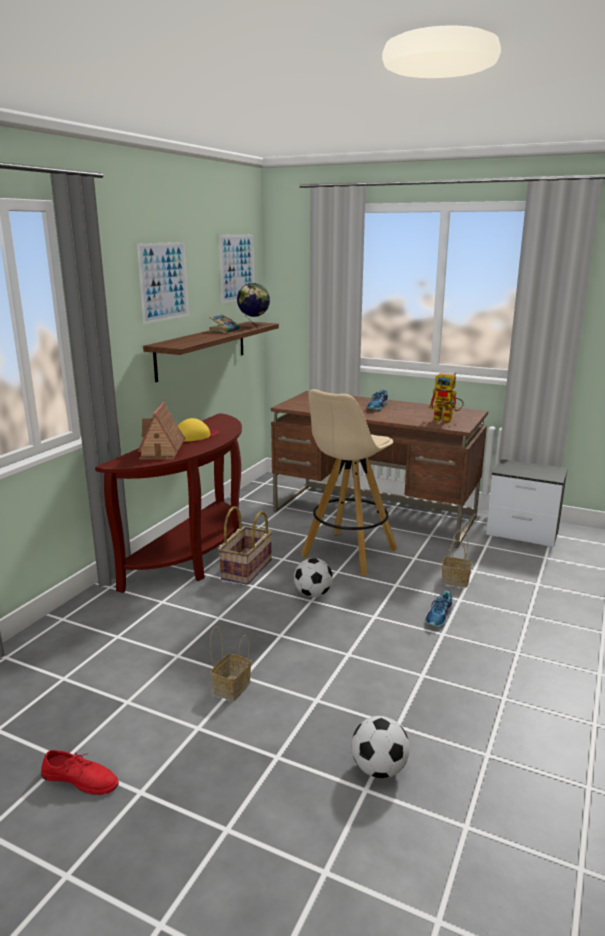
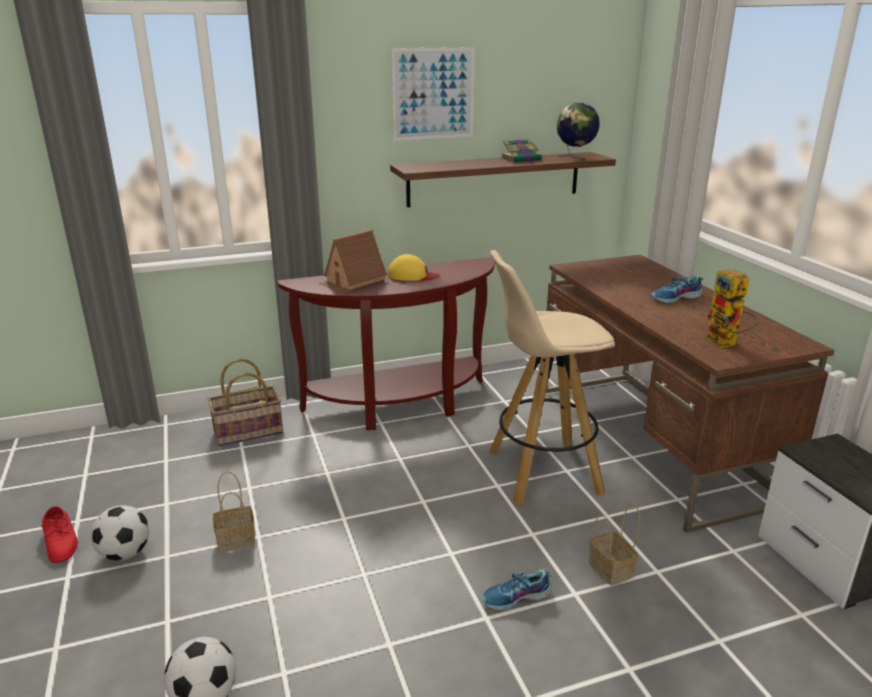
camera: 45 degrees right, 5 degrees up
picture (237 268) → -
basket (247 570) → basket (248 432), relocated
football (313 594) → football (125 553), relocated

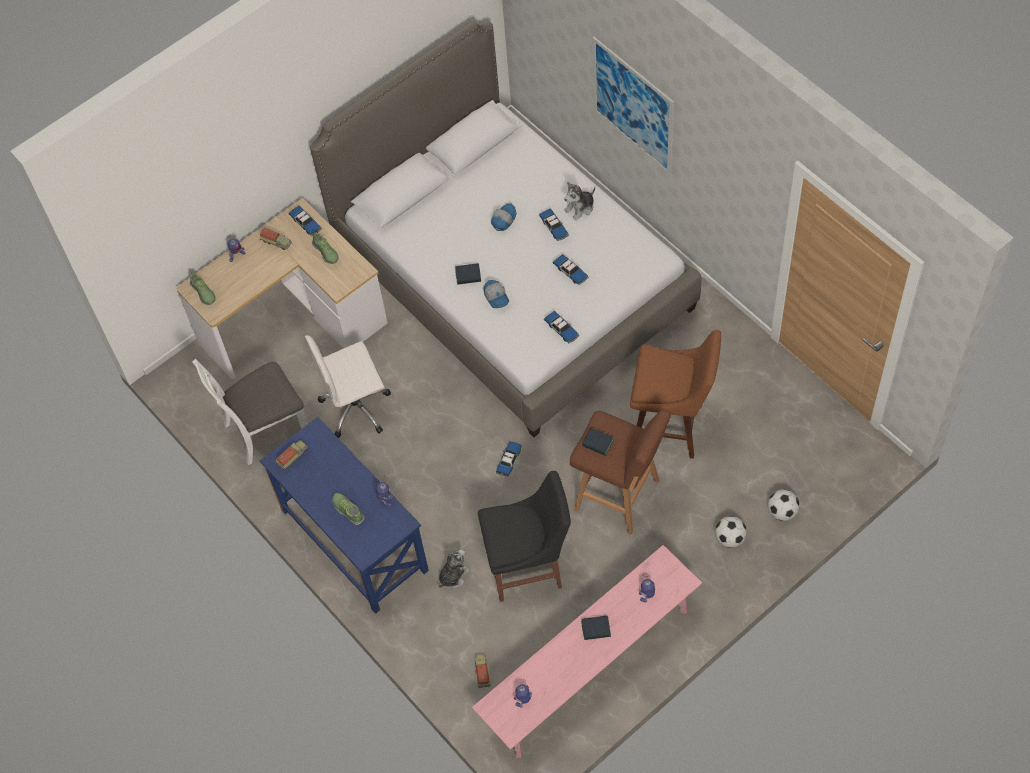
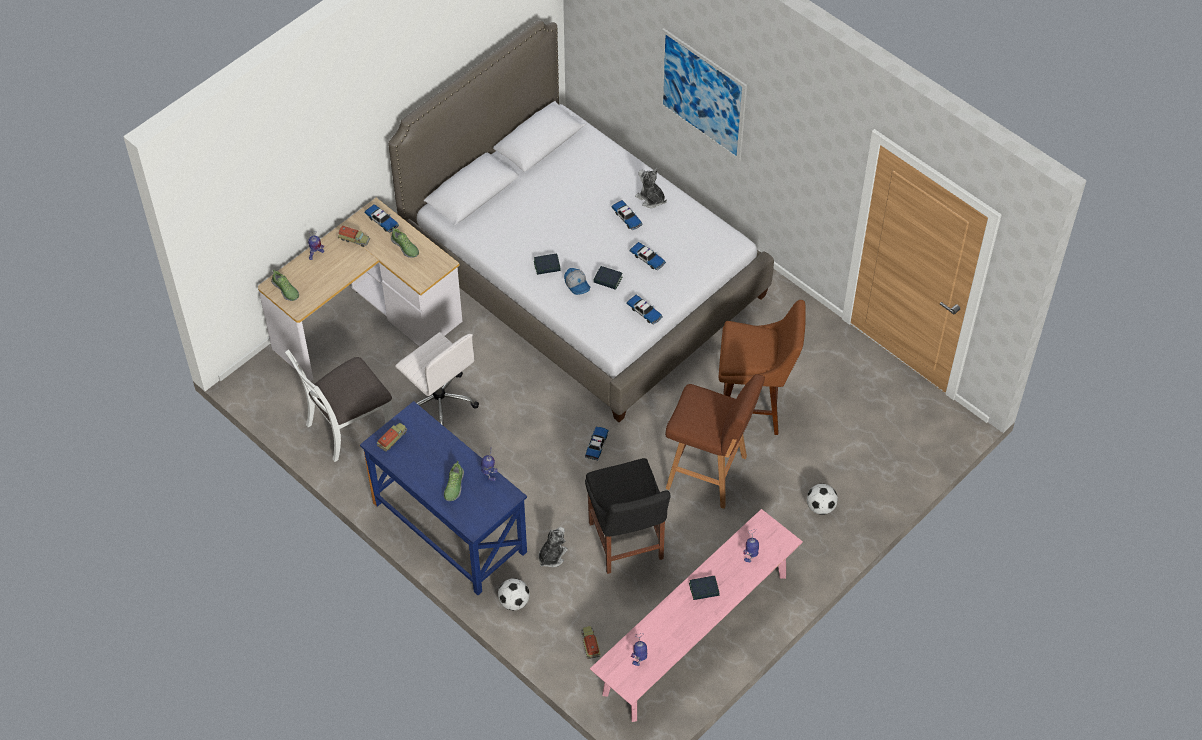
camera: 10 degrees left, 5 degrees down
plush toy (580 208) → plush toy (651 199), 90 degrees clockwise
cap (503 219) → -
office chair (white) (357 407) → office chair (white) (439 402), 105 degrees counterclockwise
book (598 443) → book (608 280), relocated
chair (black) (529 567) → chair (black) (626 544), 90 degrees clockwise
football (782 512) → football (514 602), relocated
shoe (348 510) → shoe (453 486), 120 degrees counterclockwise

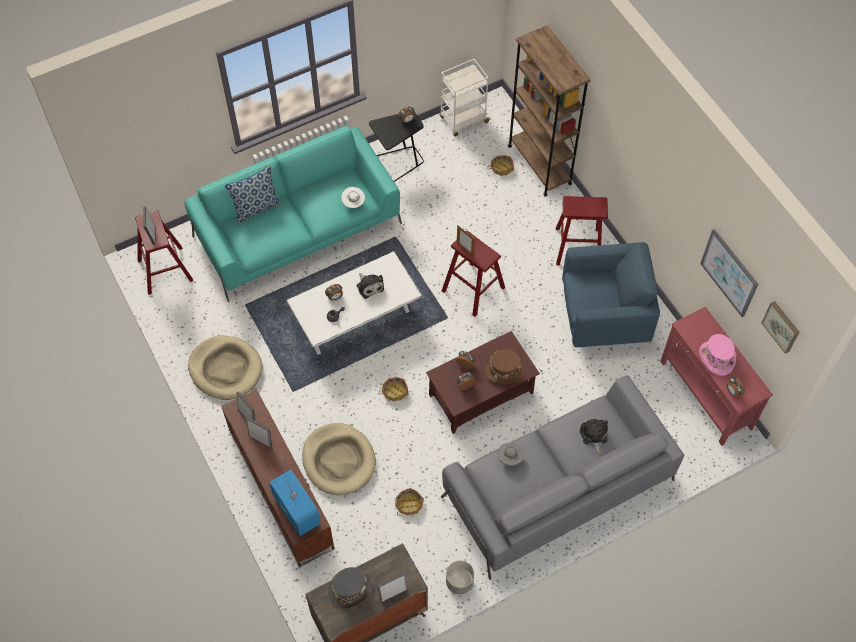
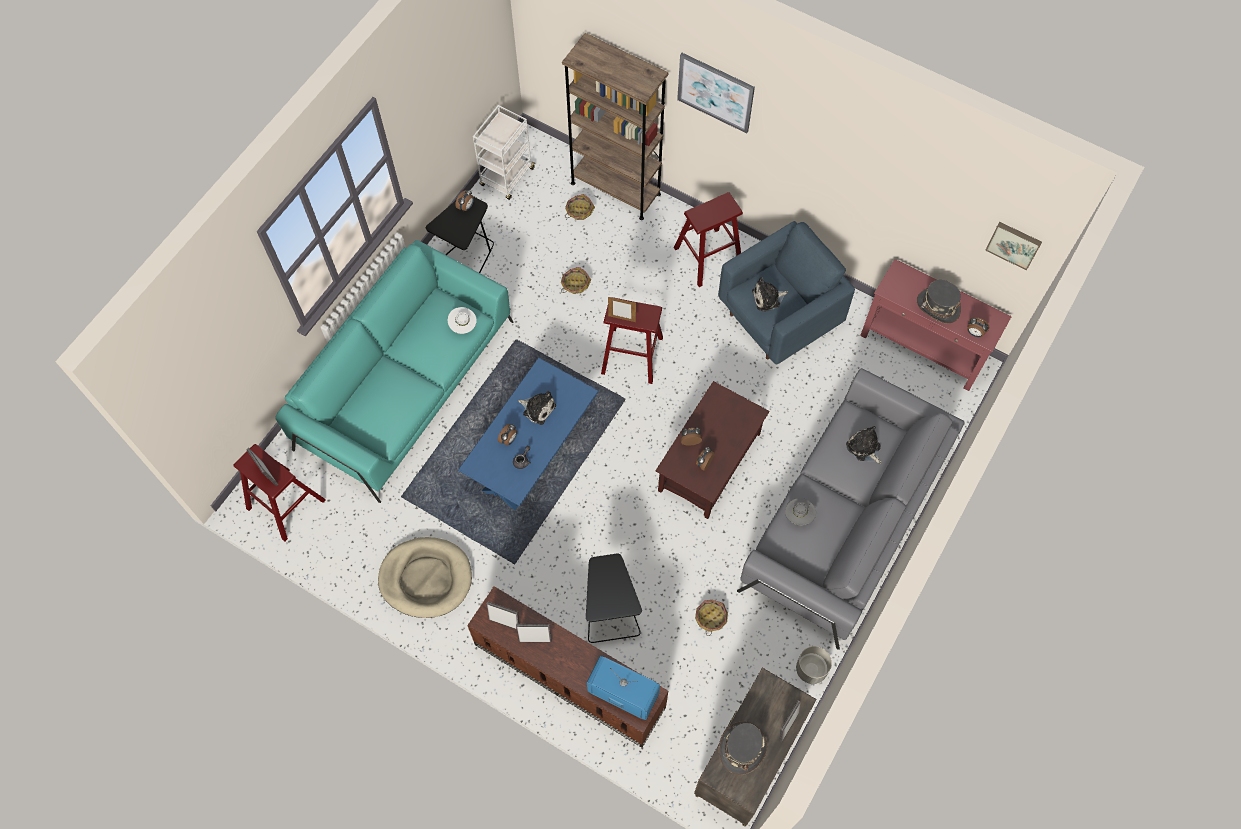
camera: 30 degrees left, 5 degrees up
pillow (256 208) → -
picture (729 273) → picture (715 92), relocated
coffee table (white) (356 320) → coffee table (blue) (532 451)
hat (pink) (716 358) → hat (grey) (938 306)
hat (brown) (504 371) → -
basket (394 391) → basket (575 284), relocated
dog bed (beige) (339 460) → side table (black) (610 611)
- → plush toy (768 298)

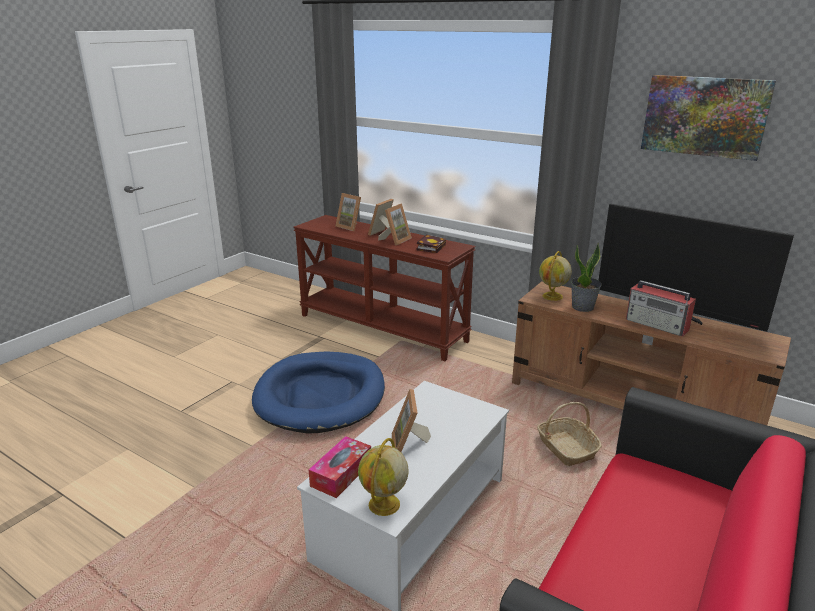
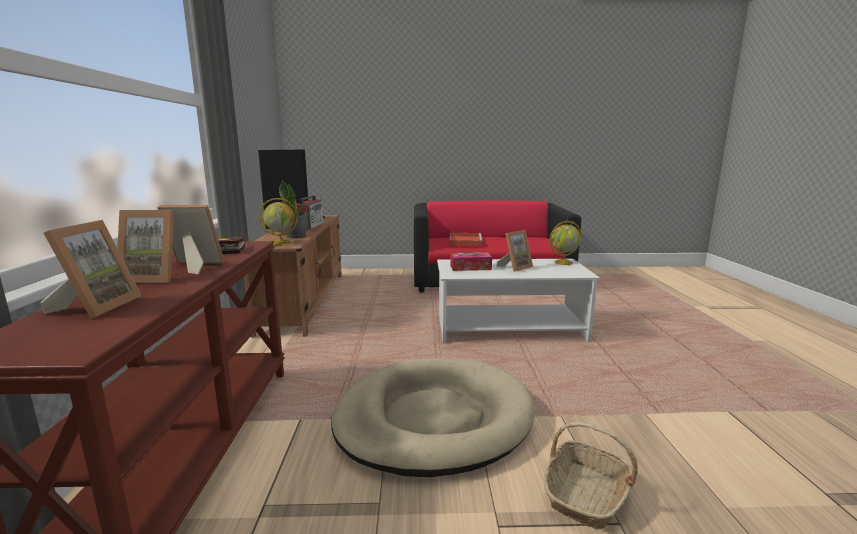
camera: 125 degrees left, 10 degrees down
picture (704 116) → -
dog bed (blue) (320 396) → dog bed (beige) (433 419)
basket (566 448) → basket (586 495), relocated
tissue box (341 474) → tissue box (470 267), relocated
- → tray (red) (464 241)

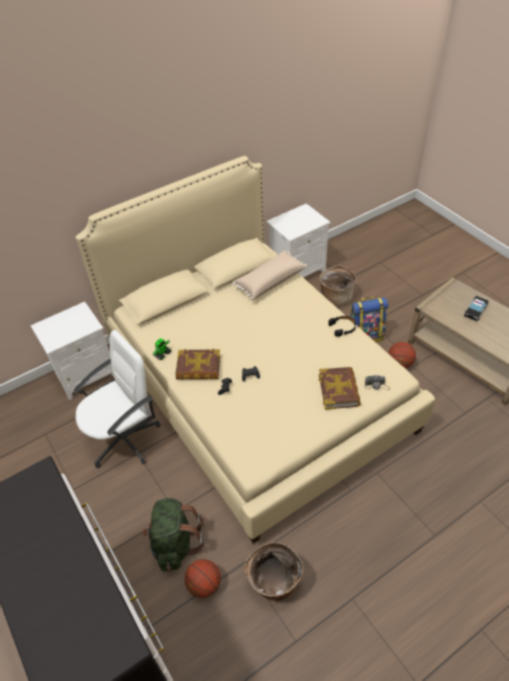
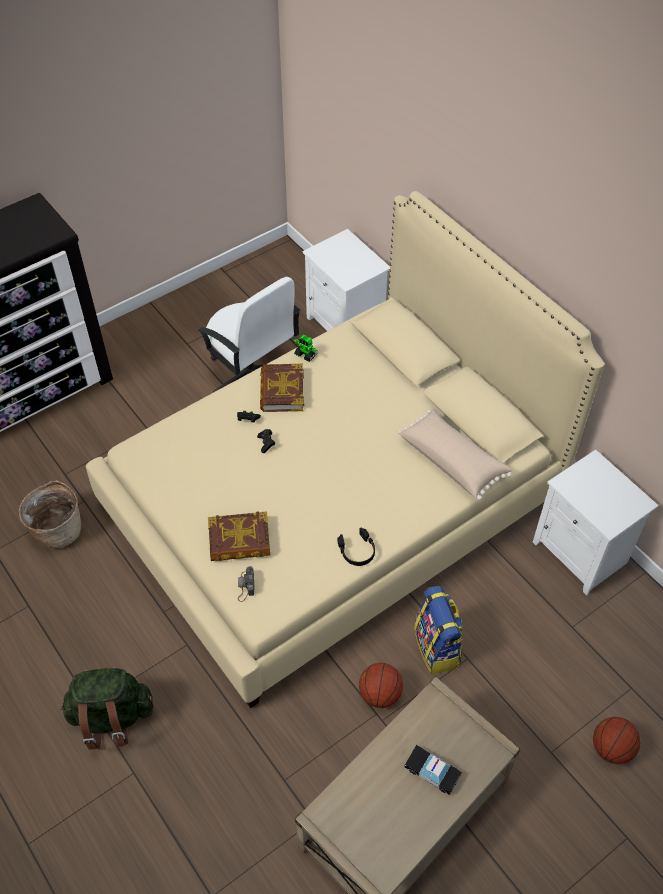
camera: 85 degrees right, 5 degrees up
basket (336 297) → -
backpack (green) (175 543) → backpack (green) (111 717), relocated
basketball (204 584) → basketball (611 748), relocated

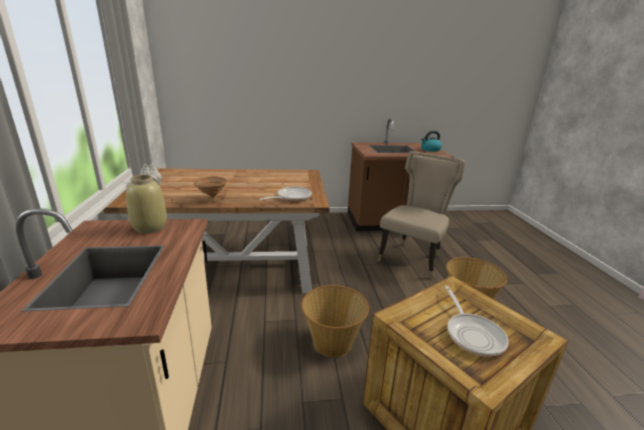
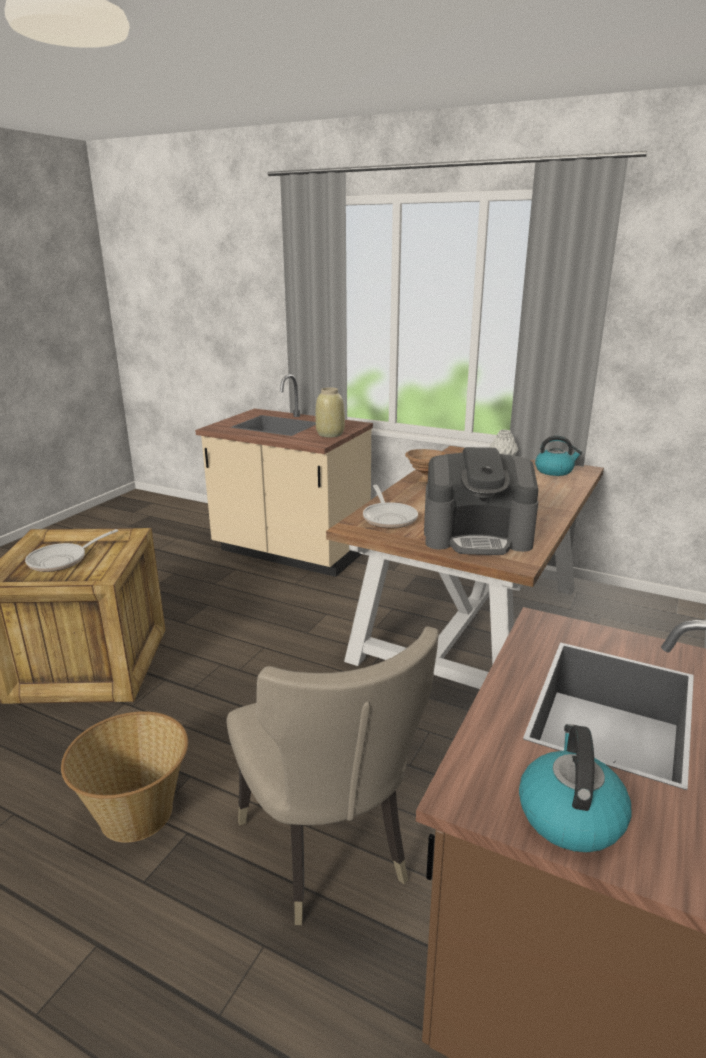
camera: 125 degrees right, 0 degrees up
basket (332 341) → -
frying pan (472 334) → frying pan (62 560), 75 degrees counterclockwise
- → kettle (554 471)
- → coffee machine (477 536)

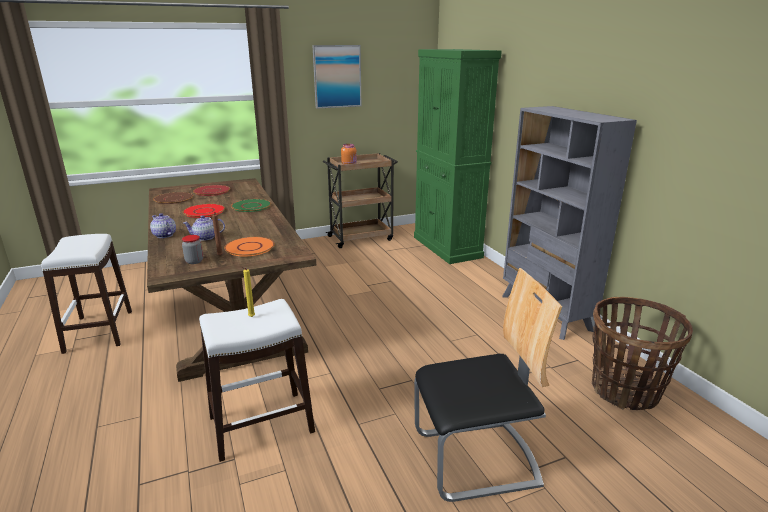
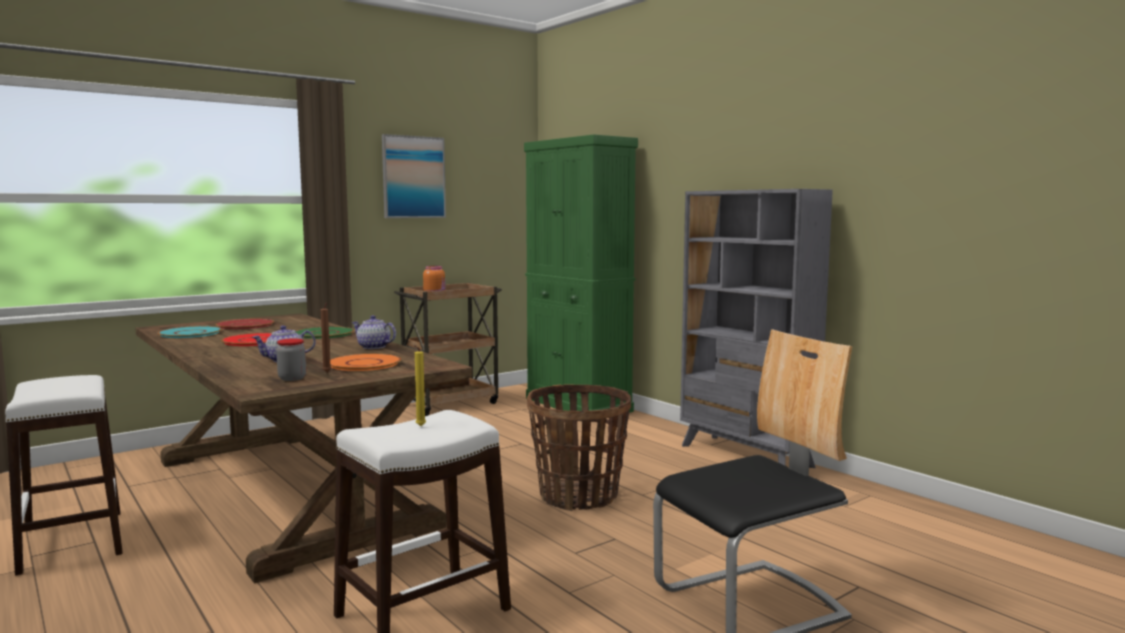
camera: 15 degrees left, 15 degrees down
plate (brown) (173 199) → plate (turquoise) (190 333)
teapot (164 235) → teapot (373 347), relocated
basket (625 390) → basket (579 496), relocated

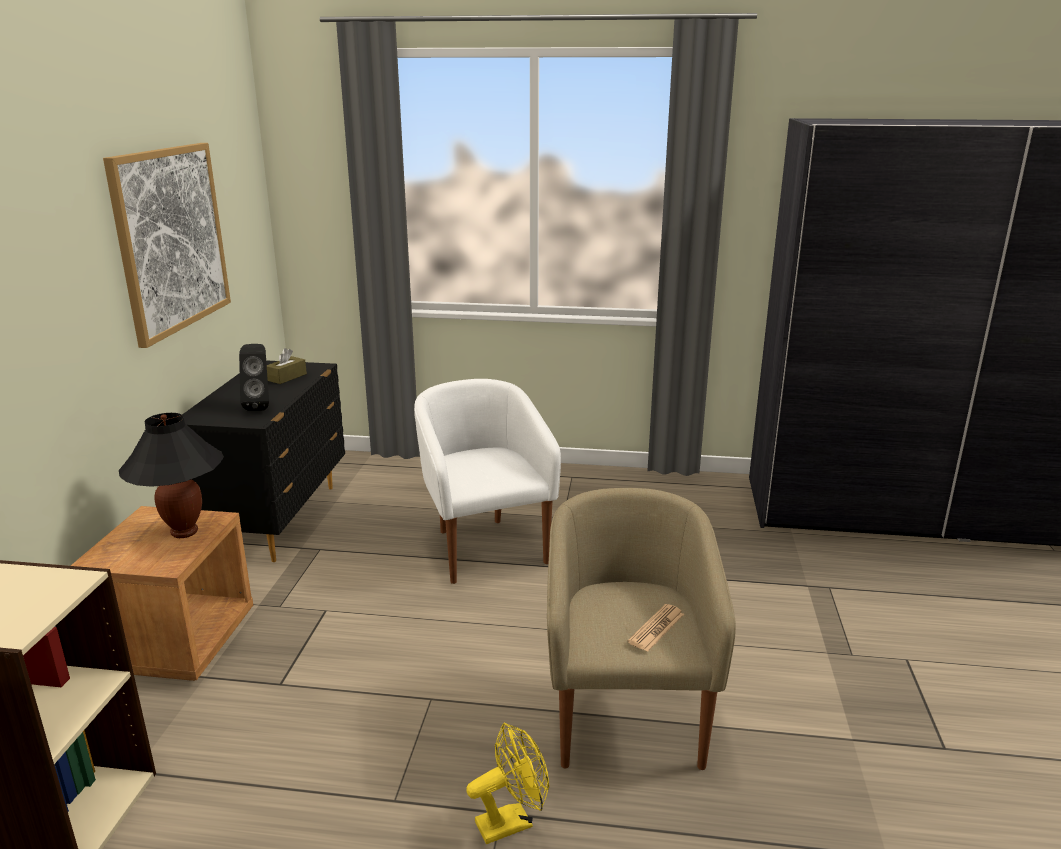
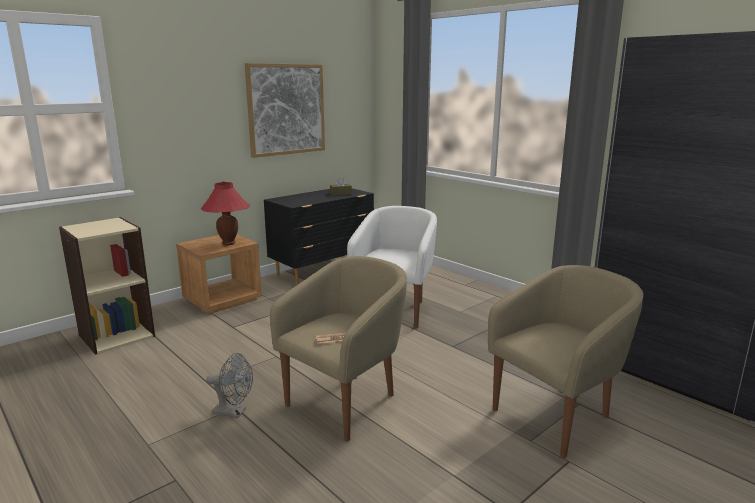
camera: 40 degrees right, 5 degrees down
speaker (black) (260 406) → -
table lamp (black) (184 532) → table lamp (red) (228 243)
fan (yellow) (511 821) → fan (grey) (234 412)
- → armchair (beige) (557 416)

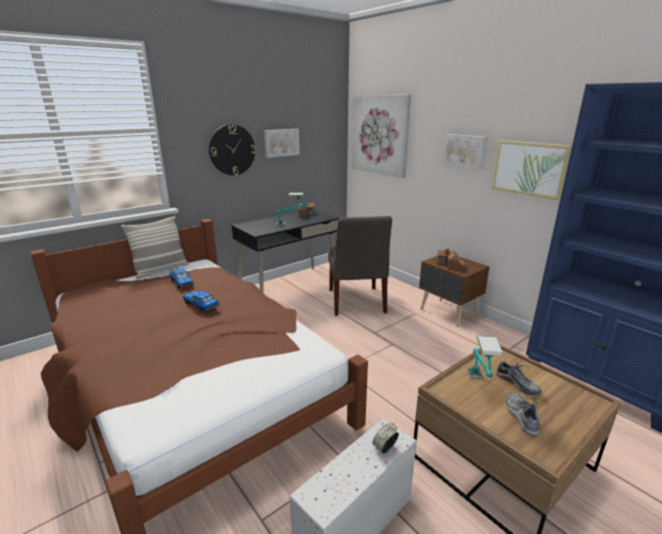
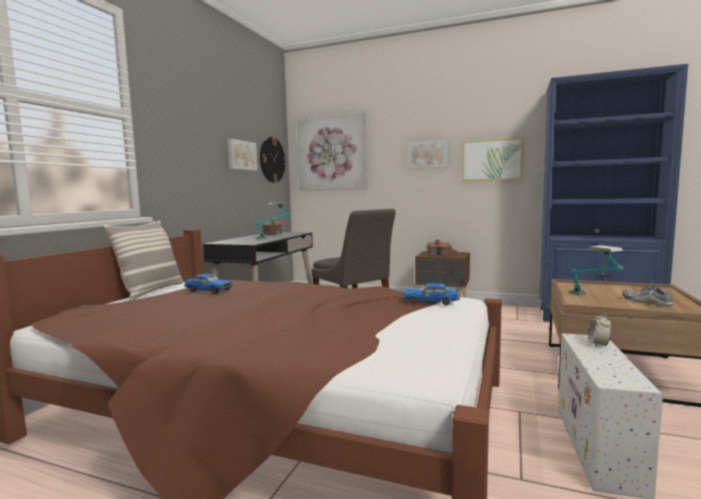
camera: 30 degrees left, 15 degrees down
wall clock (232 150) → wall clock (272 160), relocated
toy car (201 305) → toy car (431 302), relocated
shoe (517 384) → -

